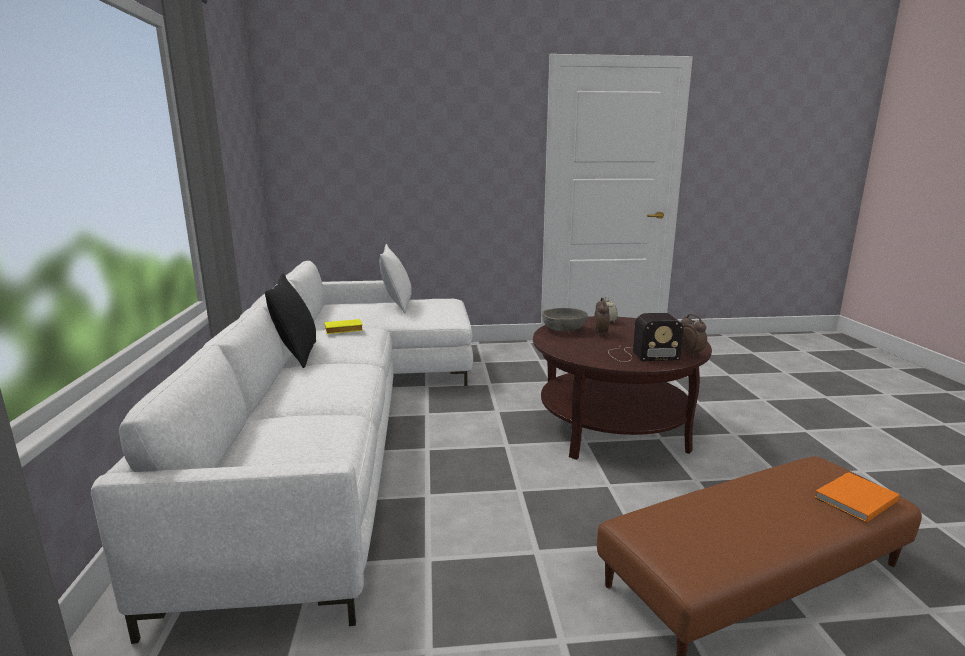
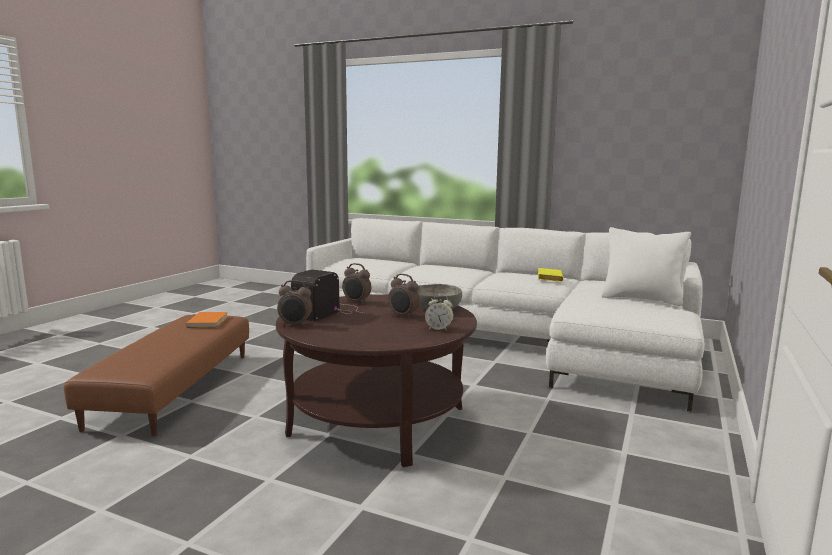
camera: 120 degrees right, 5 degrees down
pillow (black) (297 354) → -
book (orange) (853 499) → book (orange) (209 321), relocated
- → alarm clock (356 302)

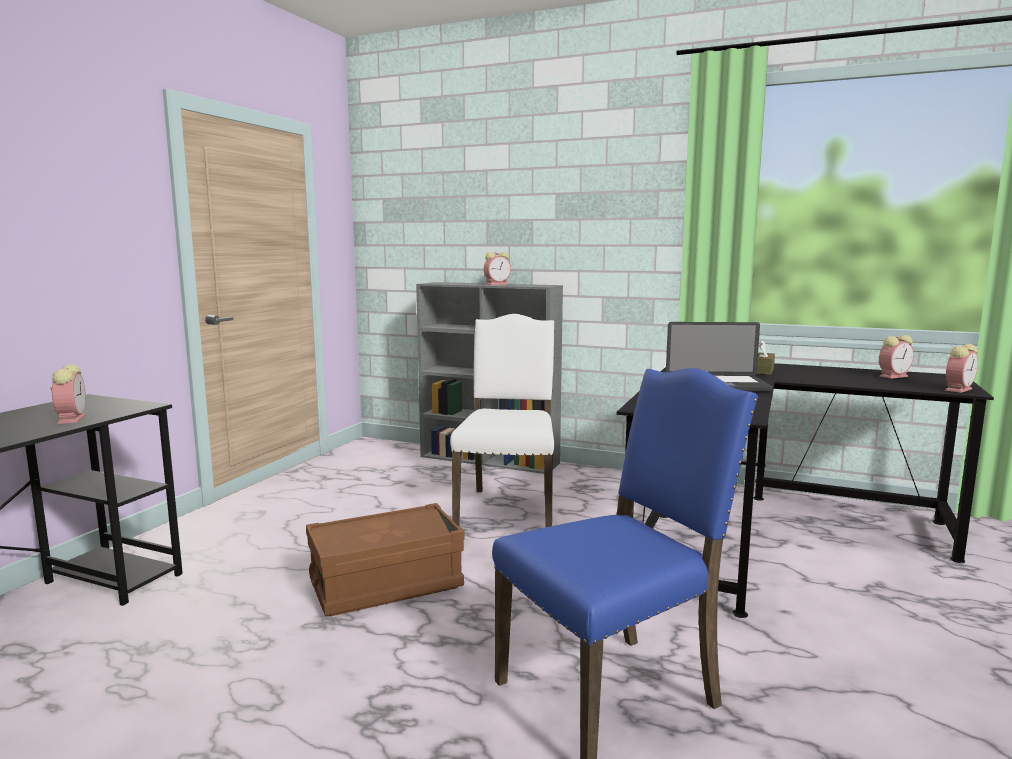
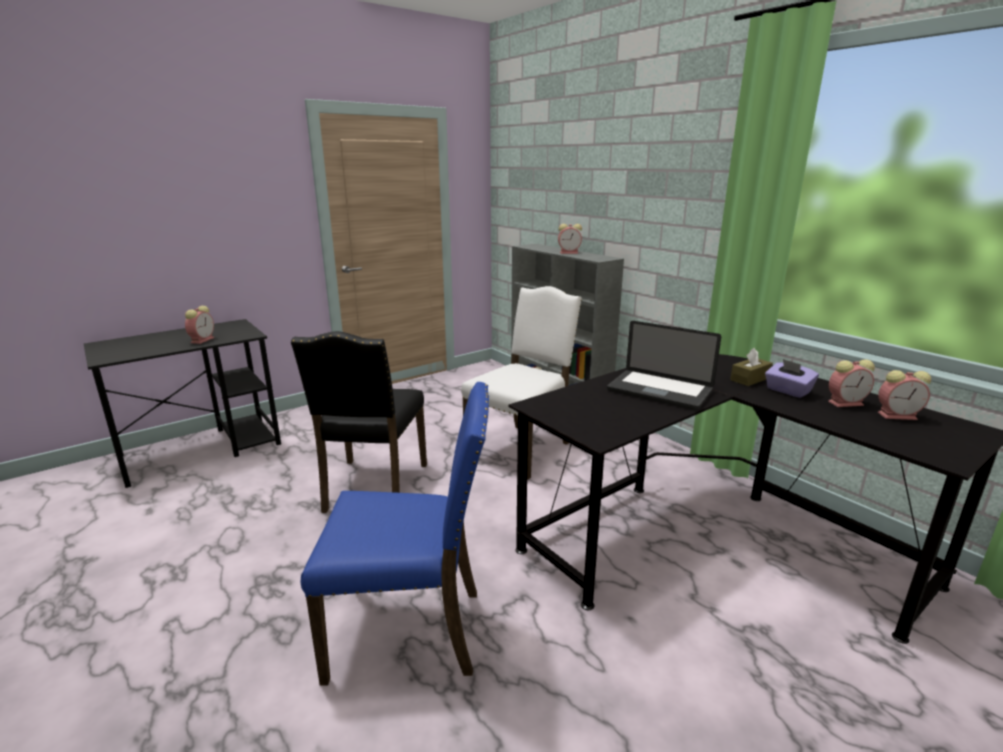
camera: 30 degrees right, 10 degrees up
alarm clock (958 389) → alarm clock (846 403), relocated
storage box (brown) (386 585) → chair (black) (373 488)
- → tissue box (purple) (787 391)

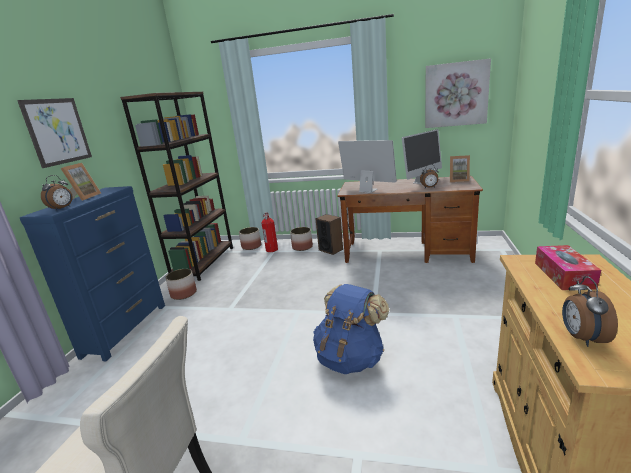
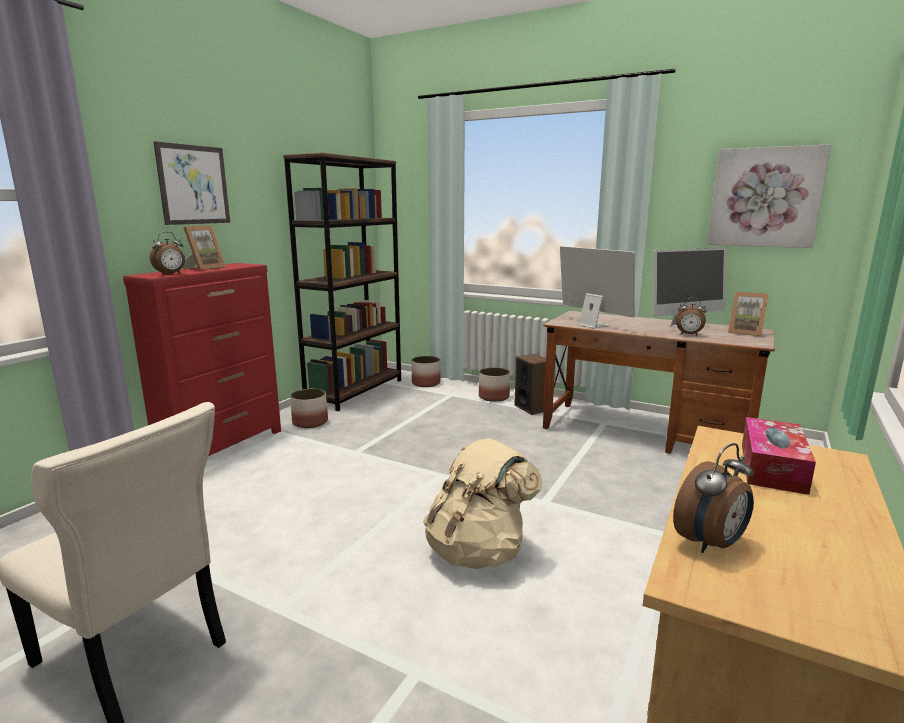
camera: 15 degrees right, 5 degrees down
dresser (blue) (126 329) → dresser (red) (223 447)
fire extinguisher (272 249) → -
alarm clock (581 338) → alarm clock (711 544), 150 degrees counterclockwise
backpack (blue) (350 358) → backpack (beige) (478 551)

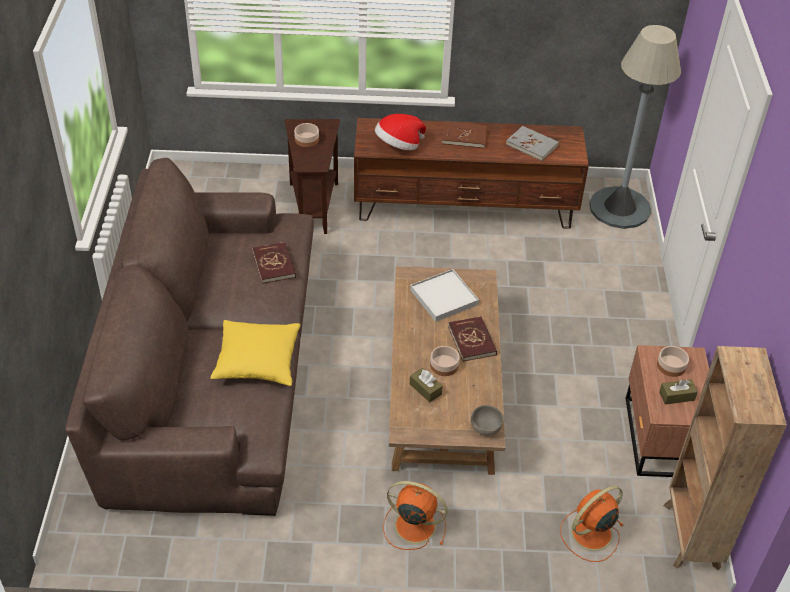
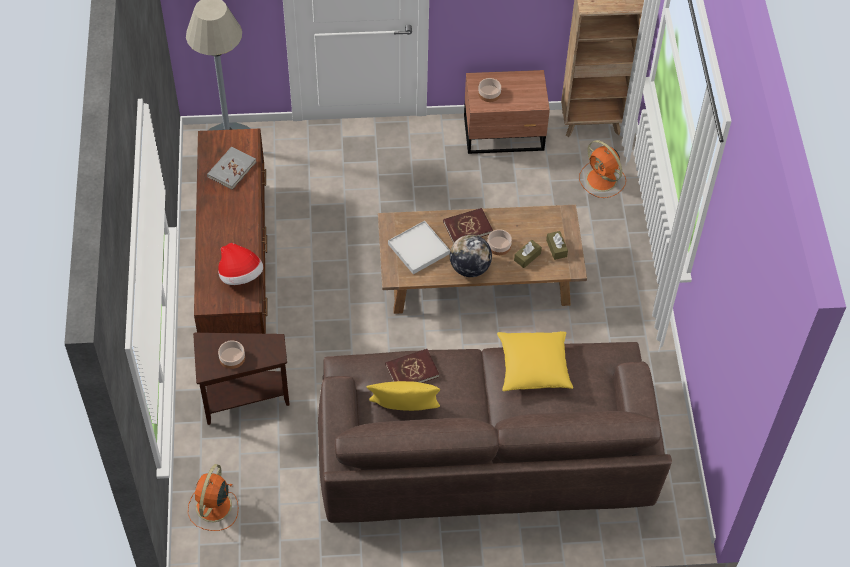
camera: 95 degrees left, 10 degrees up
book (brown) (464 136) → -
tissue box (brown) (676 396) → tissue box (brown) (556 248), relocated
bowl (grey) (485 428) → -
fan (orange) (413 525) → fan (orange) (213 507), relocated
- → globe (469 268)
- → pillow (yellow) (403 412)

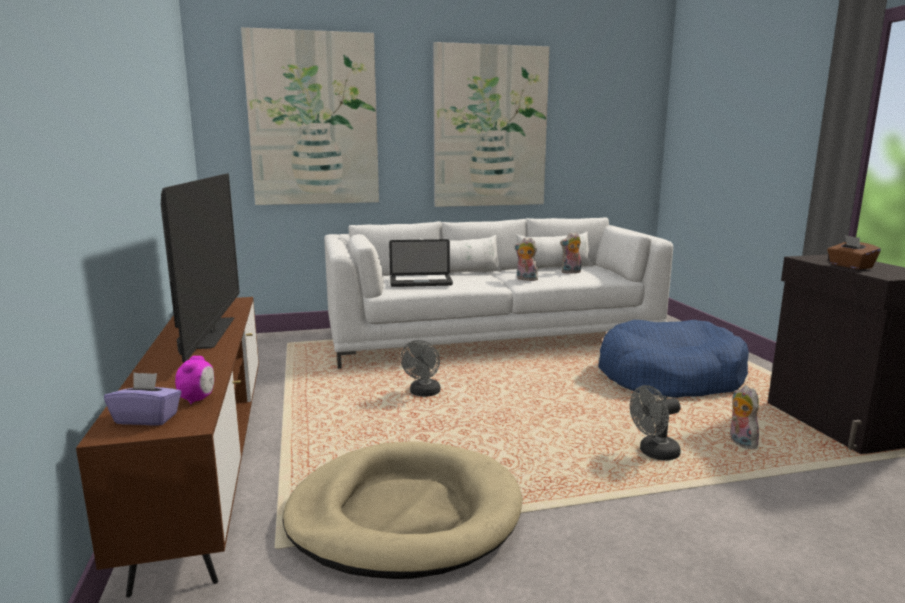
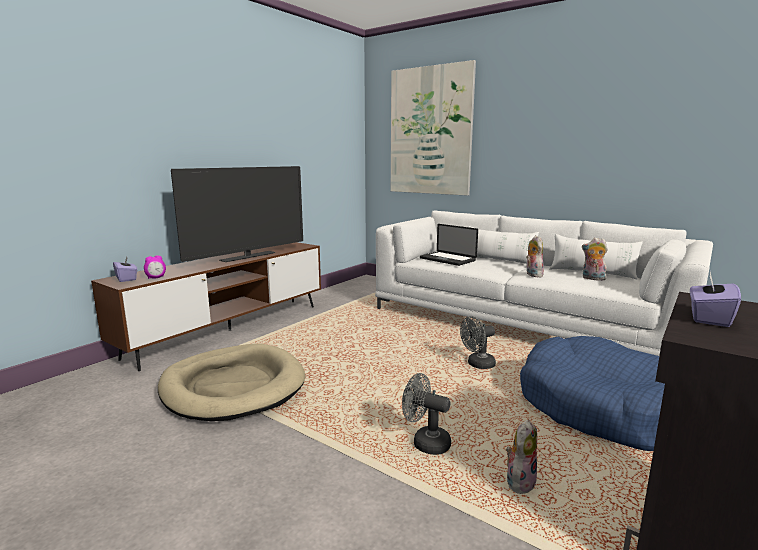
camera: 50 degrees right, 0 degrees up
picture (490 127) → -
tissue box (brown) (850 266) → tissue box (purple) (708 318)
fan (grey) (423 393) → fan (grey) (477 365), relocated

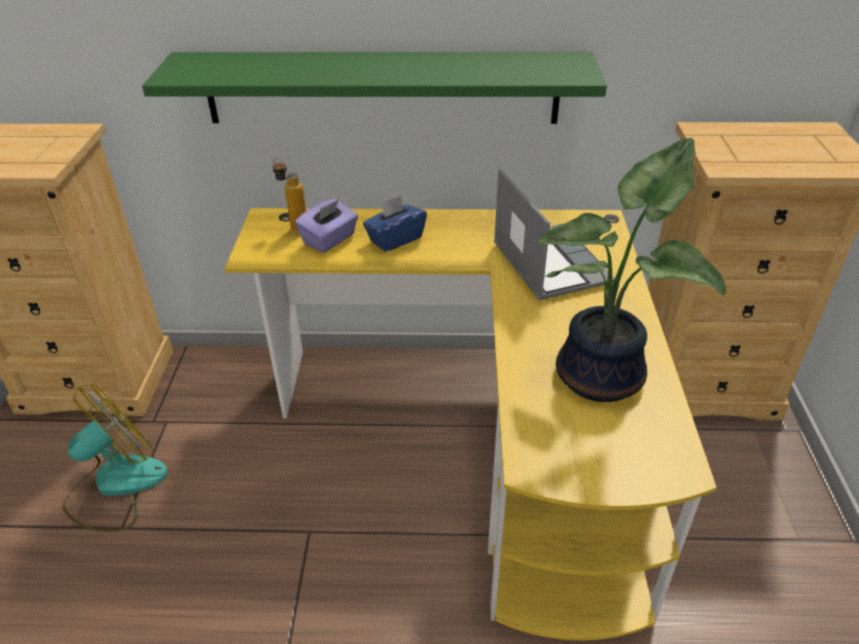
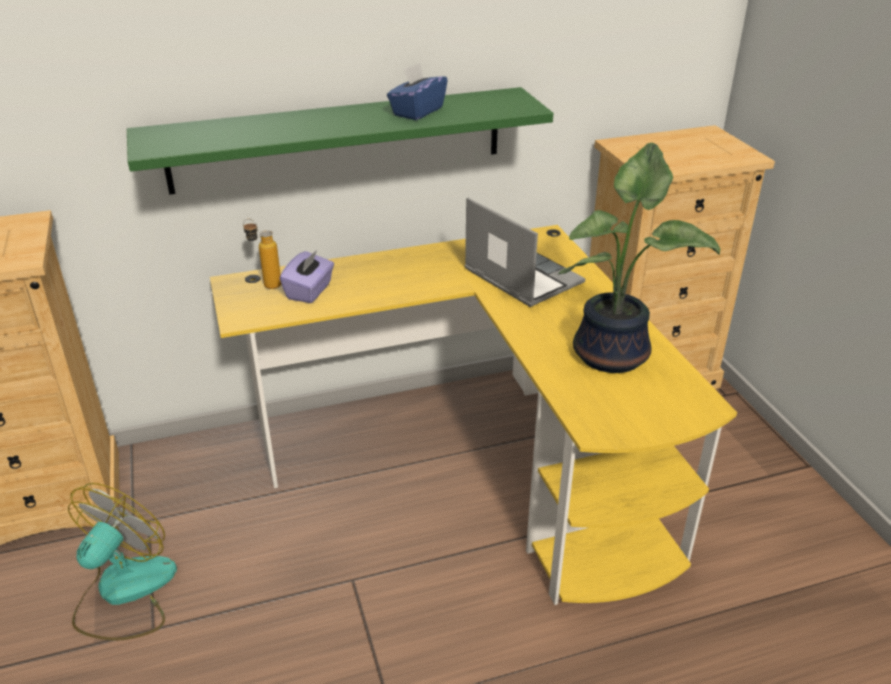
camera: 20 degrees left, 5 degrees down
tissue box (blue) (395 239) → tissue box (blue) (417 112), relocated

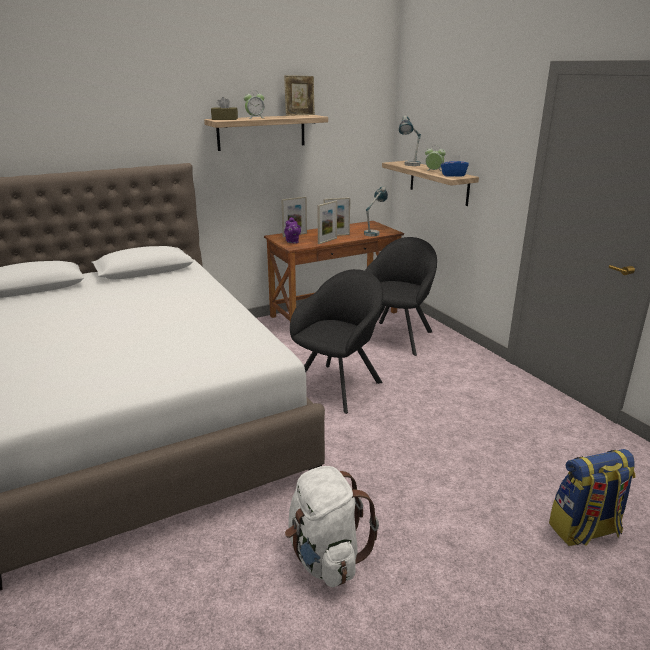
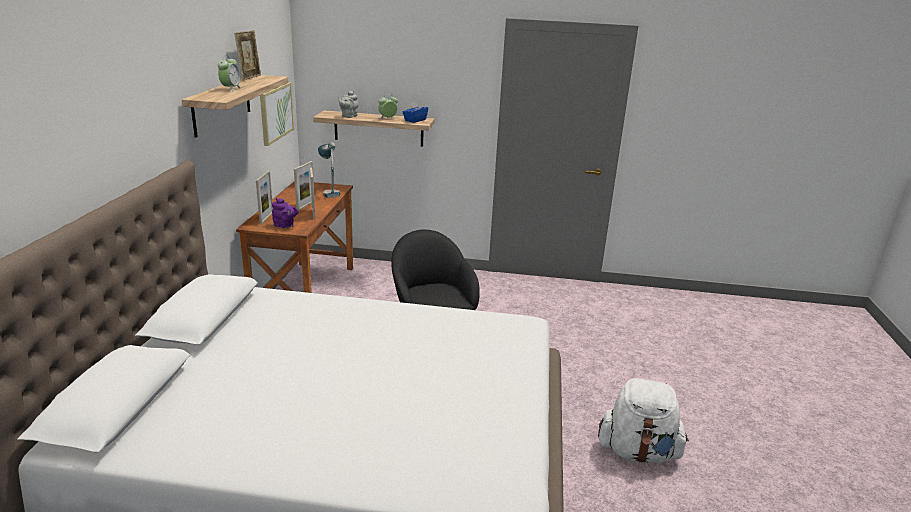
camera: 55 degrees left, 0 degrees up
tissue box (brown) (224 119) → -
table lamp (409 165) → teapot (grey) (348 116)
armchair (black) (398 336) → -
backpack (584 530) → -
- → picture (276 112)

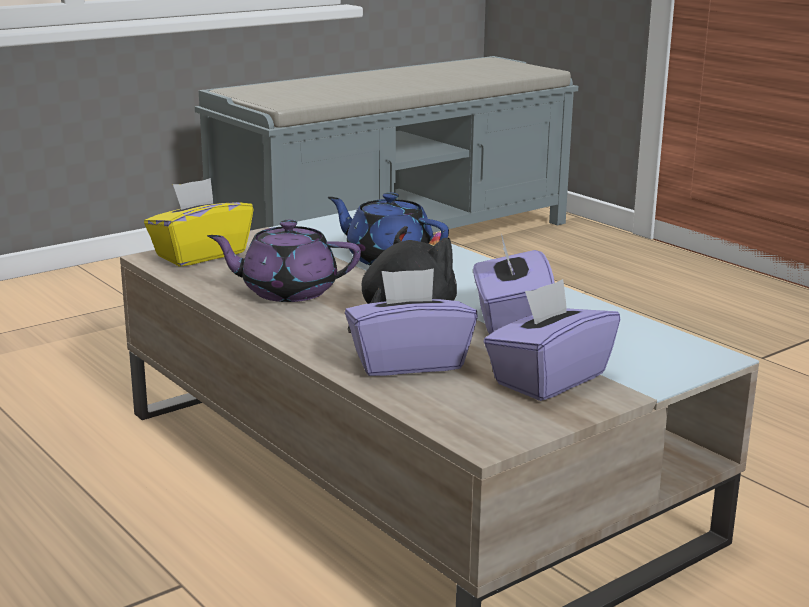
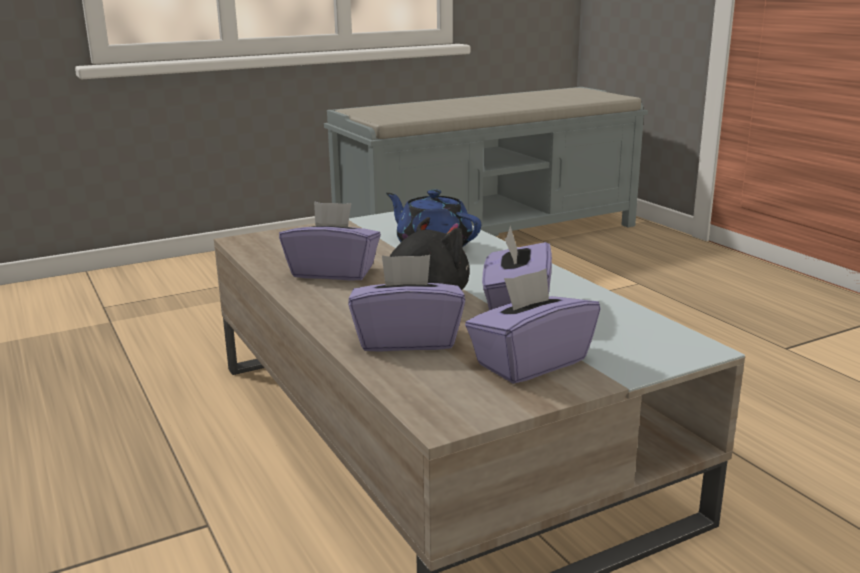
camera: 10 degrees right, 0 degrees up
tissue box (yellow) (200 254) → -
teapot (purple) (287 291) → tissue box (purple) (333 272)

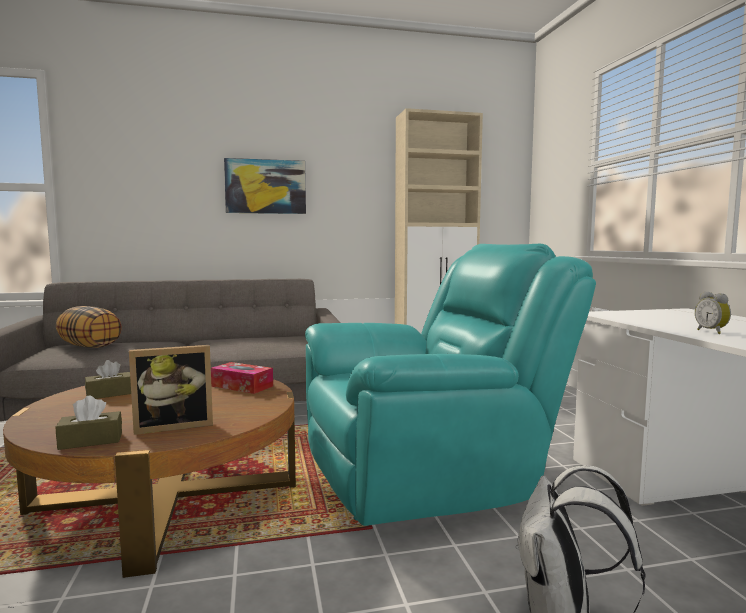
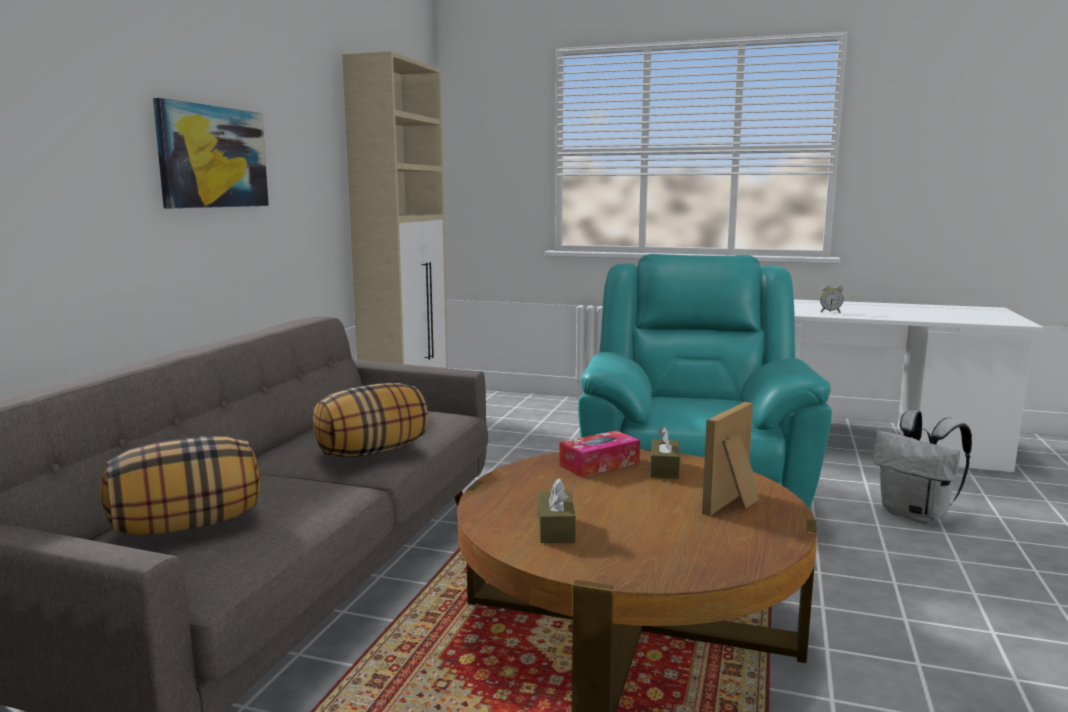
camera: 60 degrees left, 5 degrees up
picture frame (174 425) → picture frame (735 504), 150 degrees counterclockwise
tissue box (brown) (91 441) → tissue box (brown) (664 469), relocated
- → pillow (372 452)

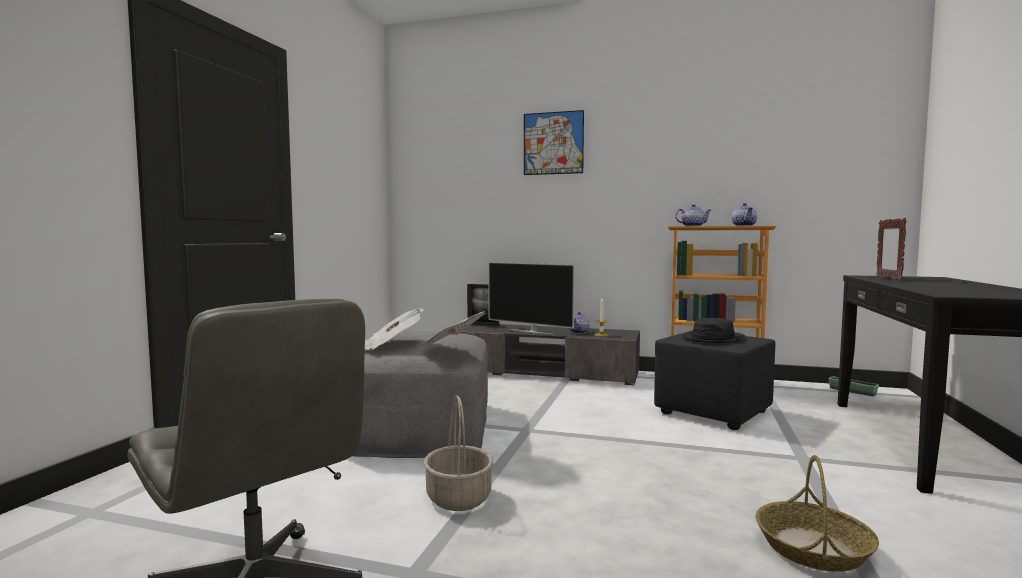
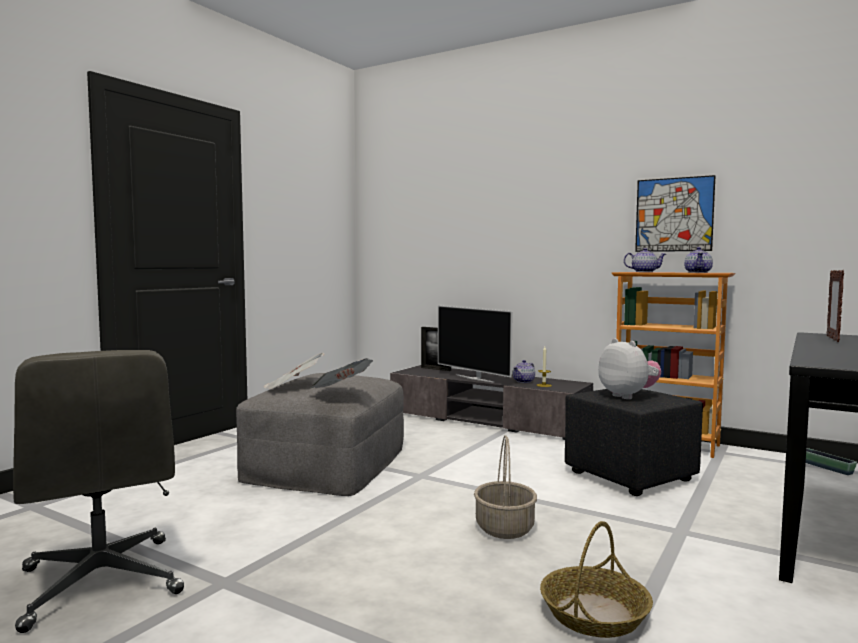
camera: 15 degrees right, 0 degrees up
picture (553 143) → picture (674 214), relocated
hat (black) (712 338) → plush toy (628 396)
basket (458 497) → basket (504 528), relocated

